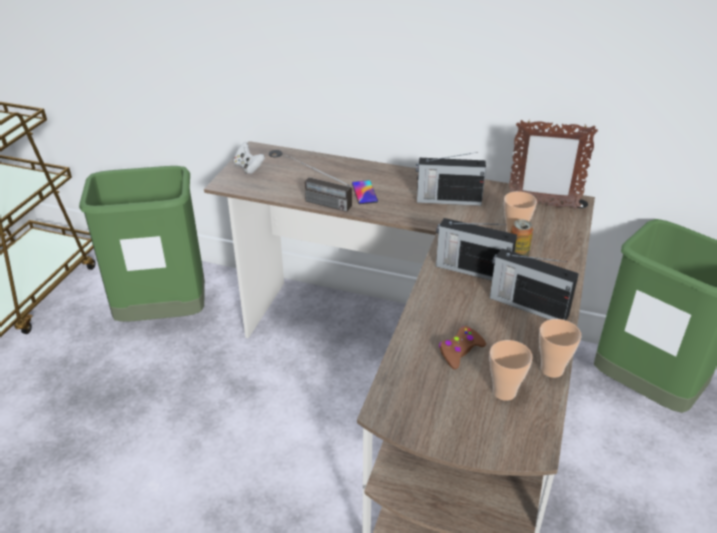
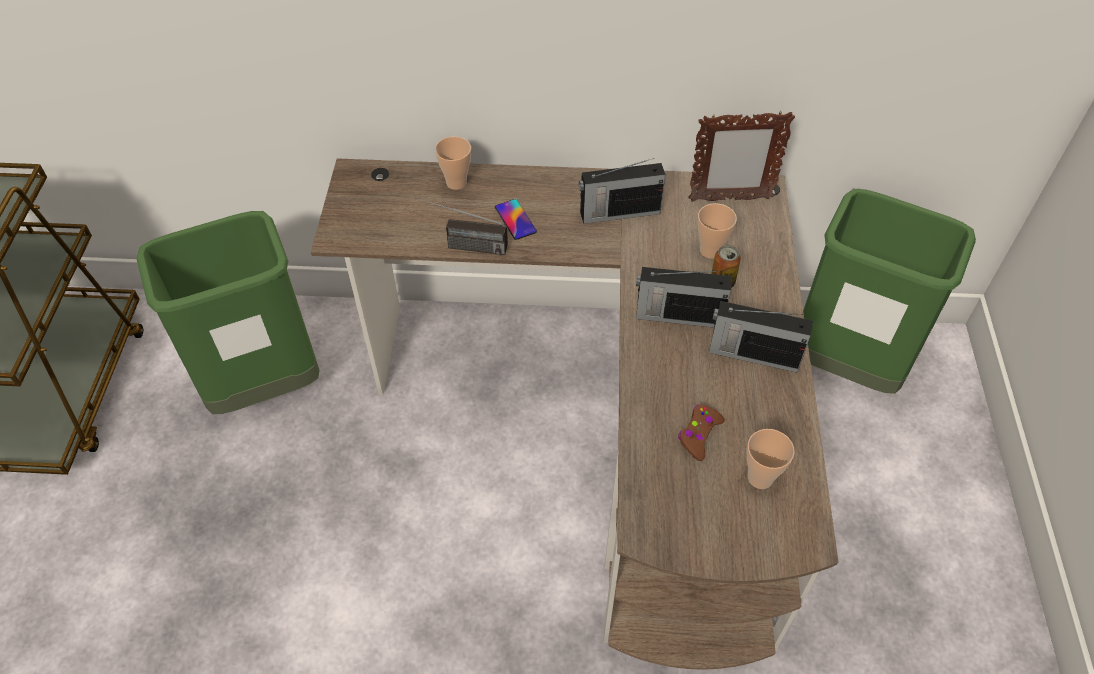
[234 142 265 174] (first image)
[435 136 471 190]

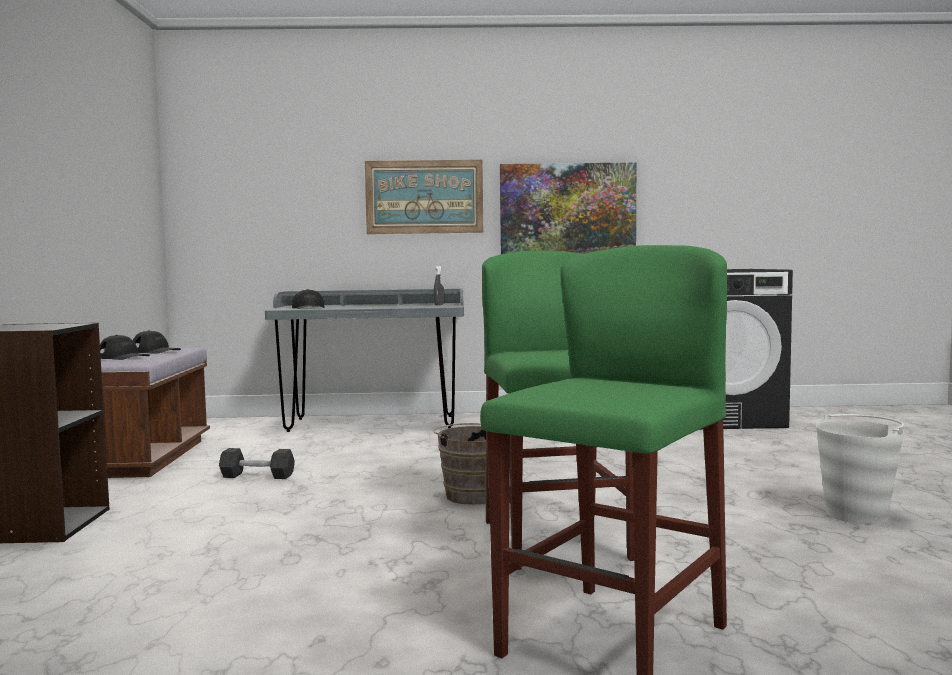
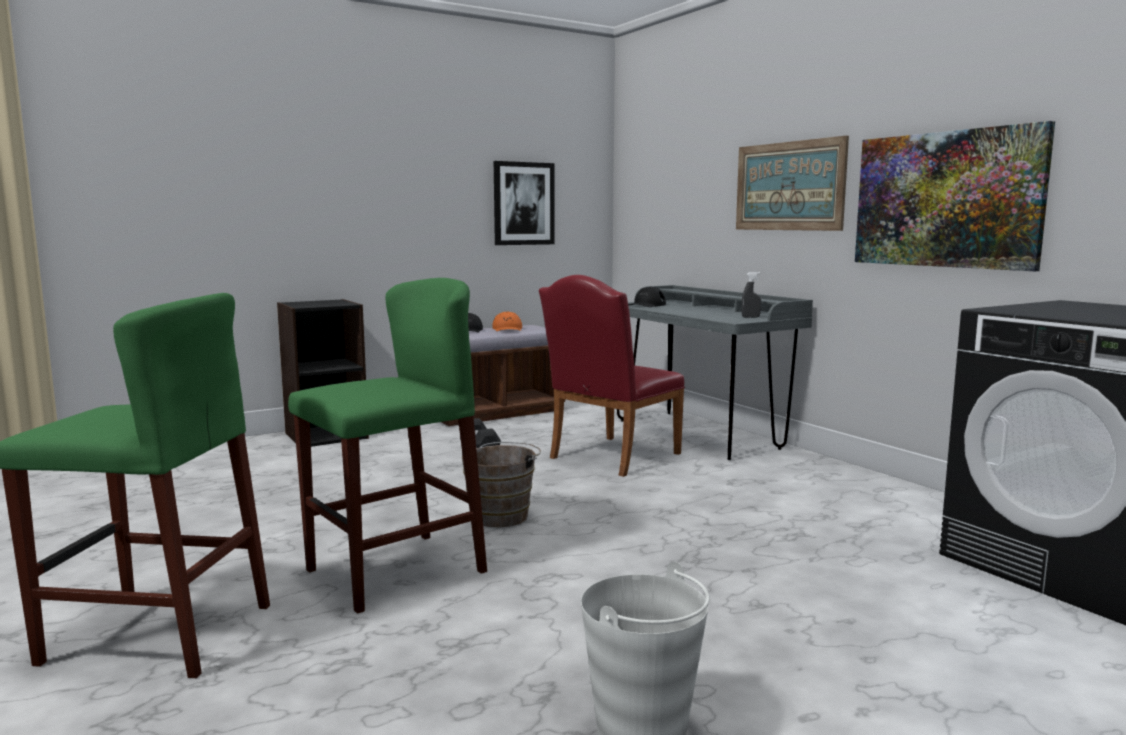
[494 161 555 245]
[539 275 685 477]
[492 311 522 331]

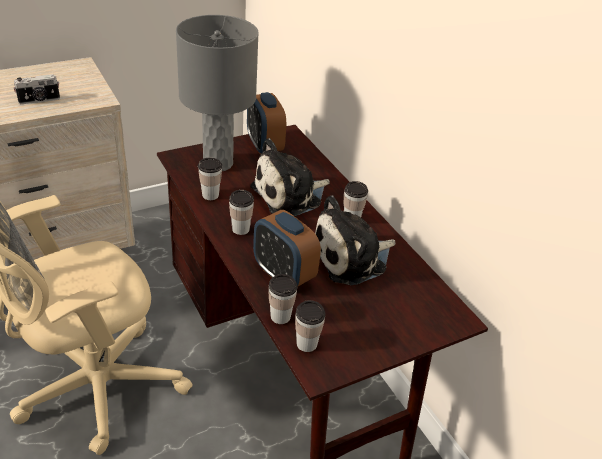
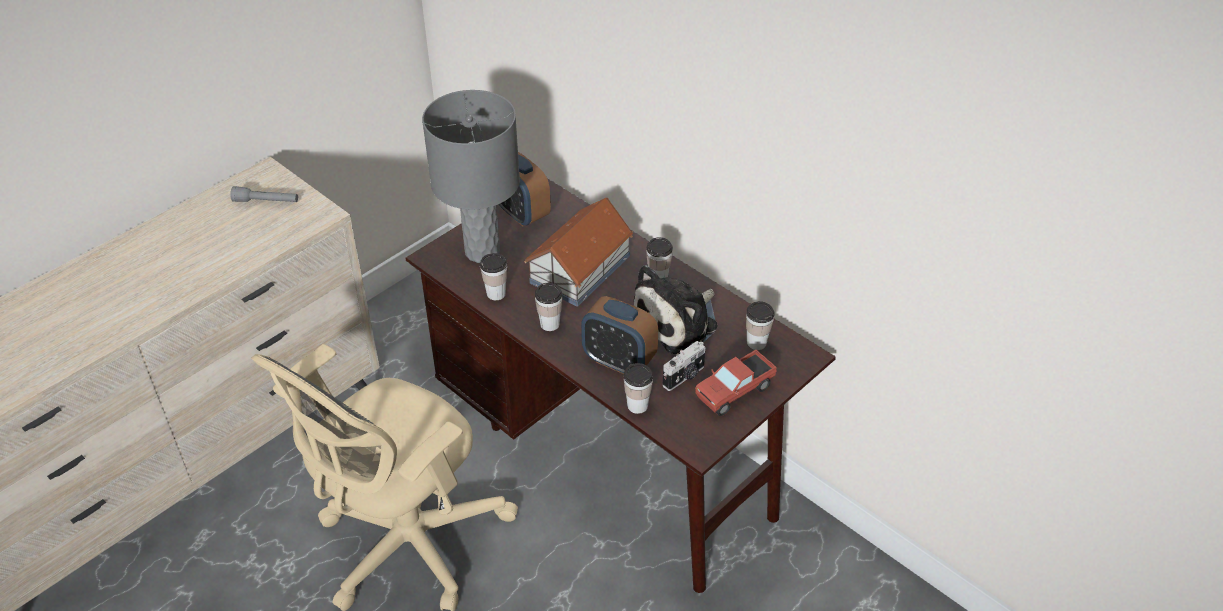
[230 186 298 202]
[695 350 777 416]
[663 341 705 391]
[746 301 775 350]
[524 198 634 307]

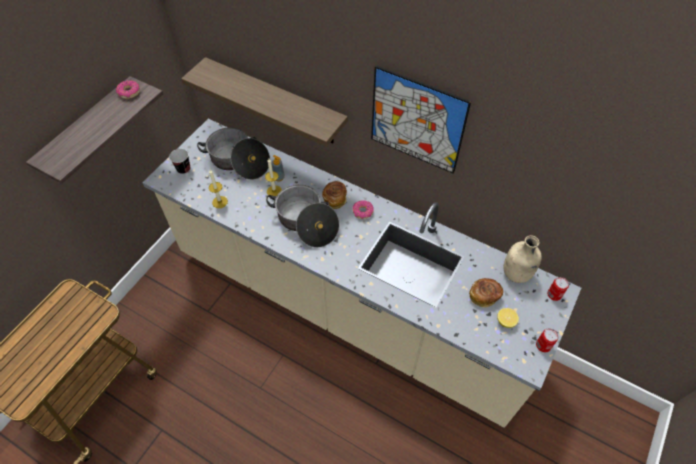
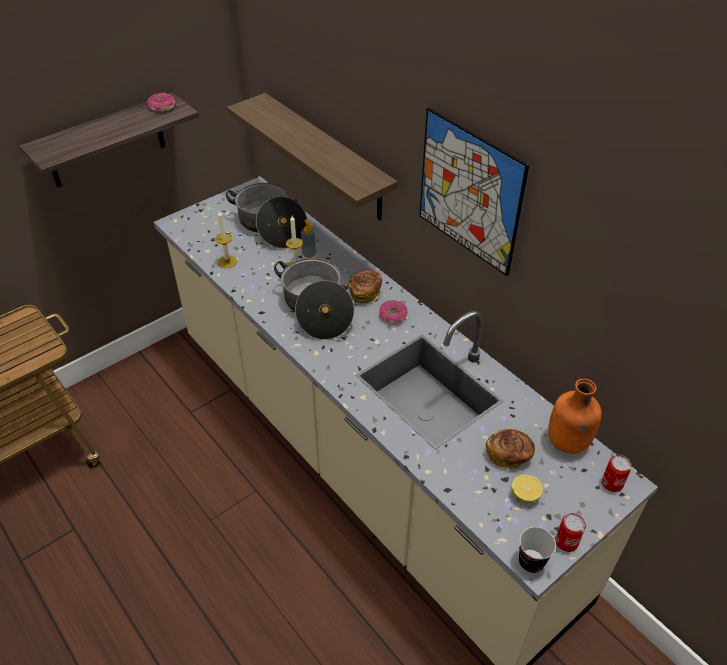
[519 527 556 573]
[548 379 602 454]

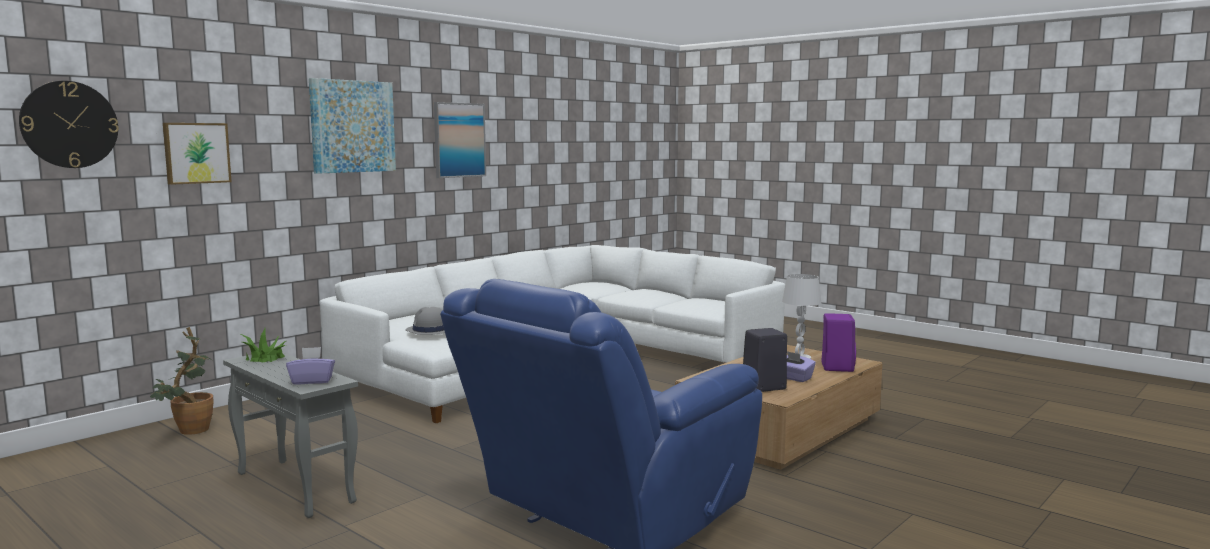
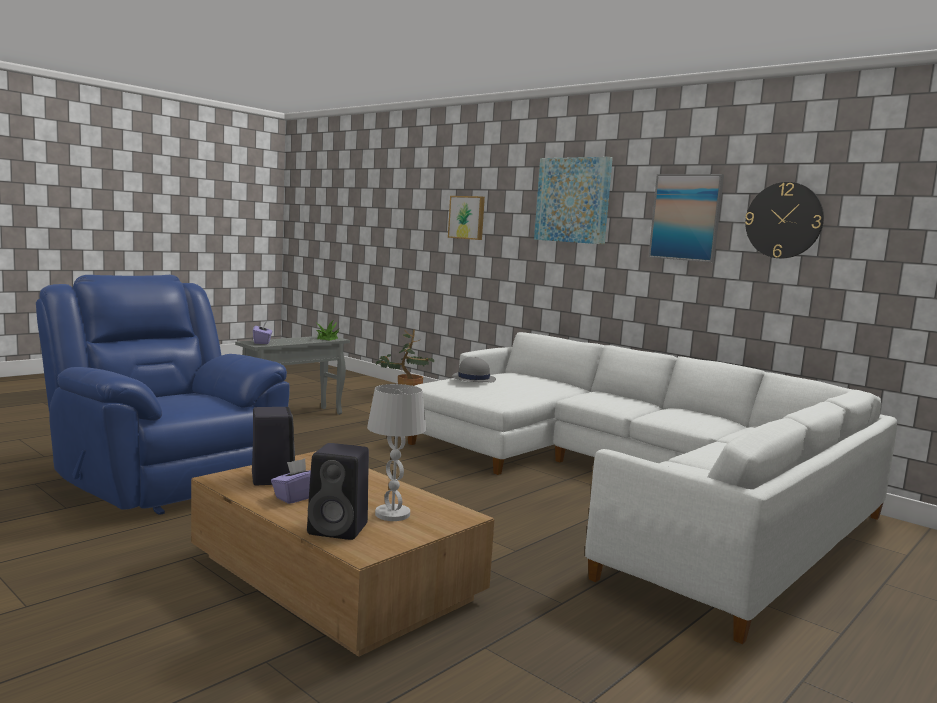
[745 182 824 258]
[307 443 369 540]

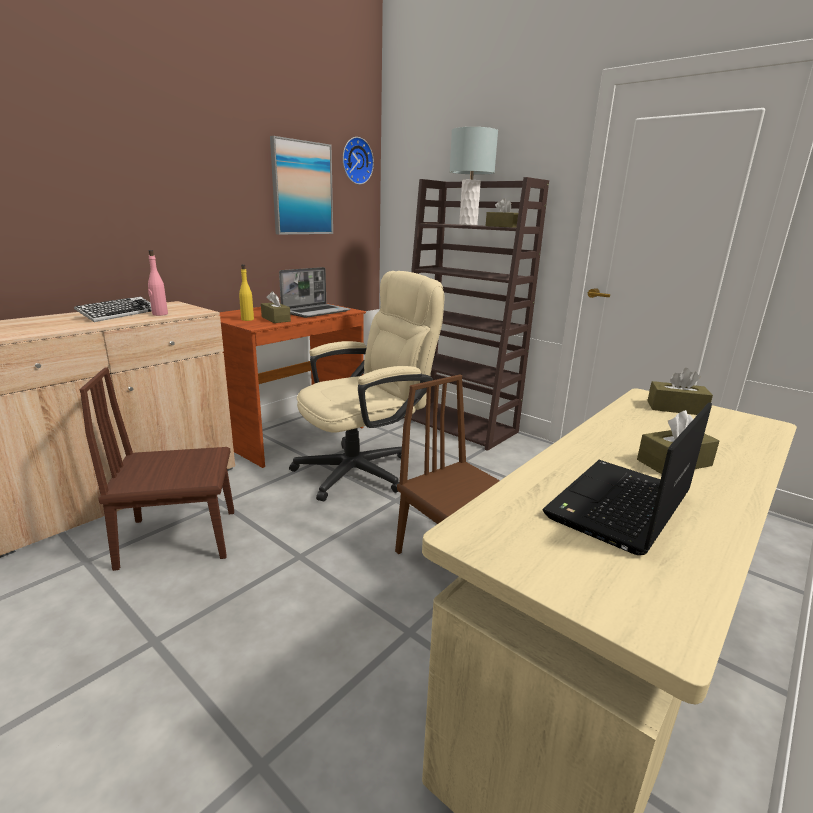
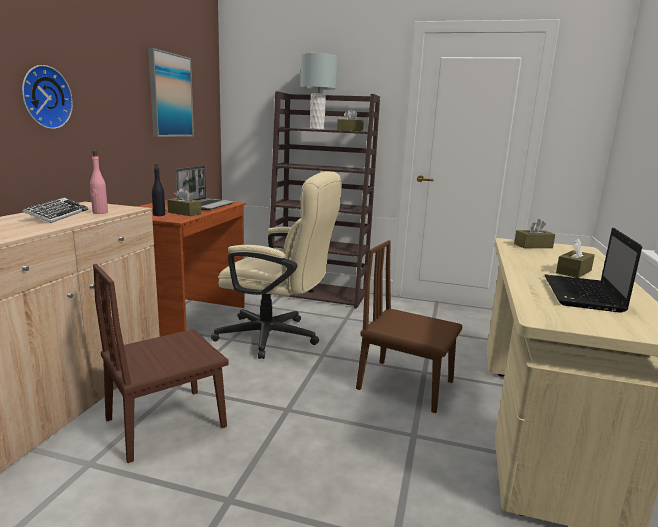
[22 65 73 129]
[152 164 165 216]
[211 171 342 359]

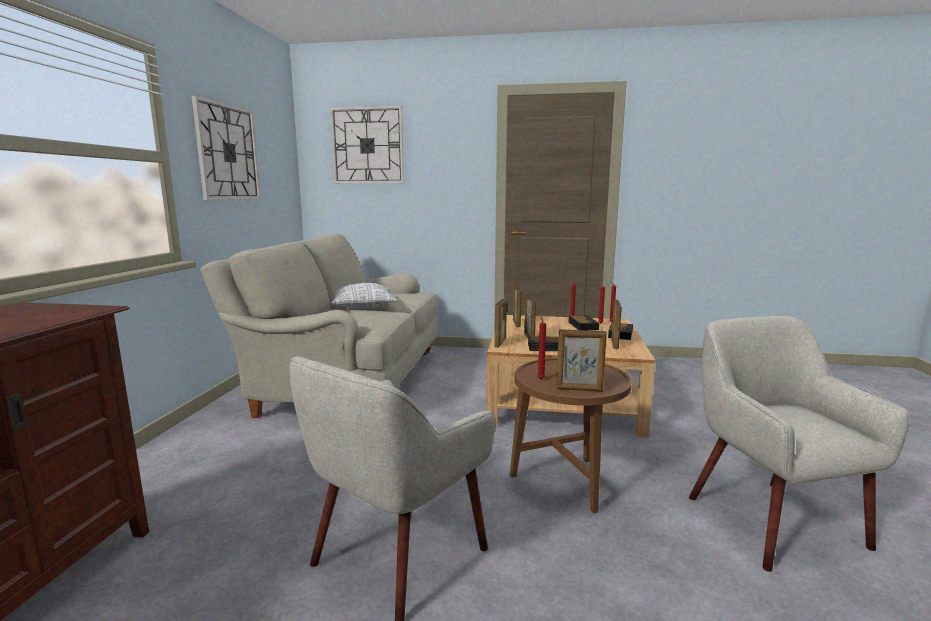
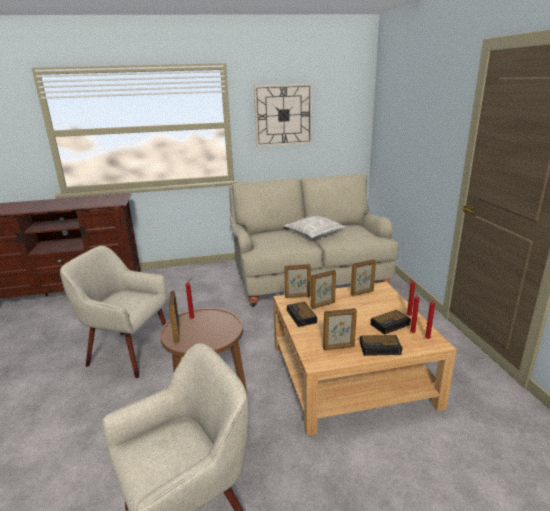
[330 106 404 184] (first image)

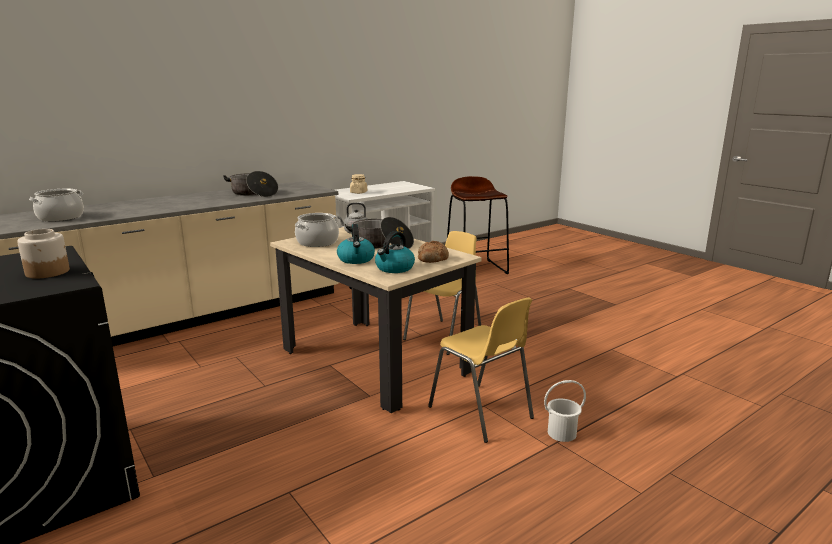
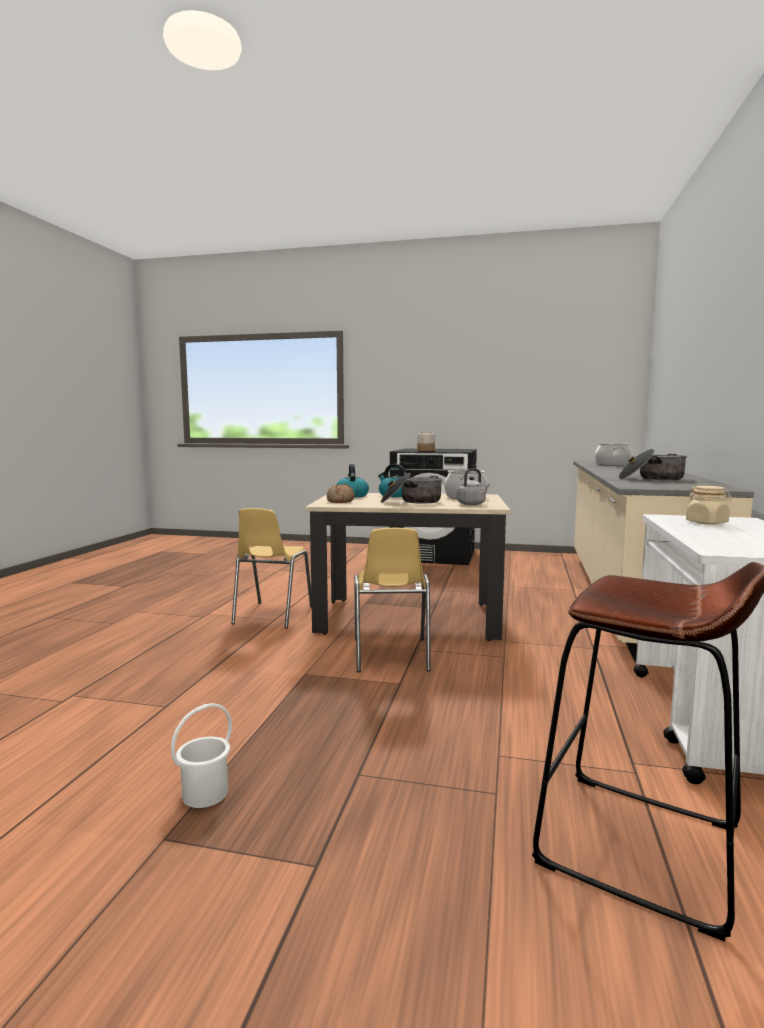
[171 703 232 808]
[231 508 312 628]

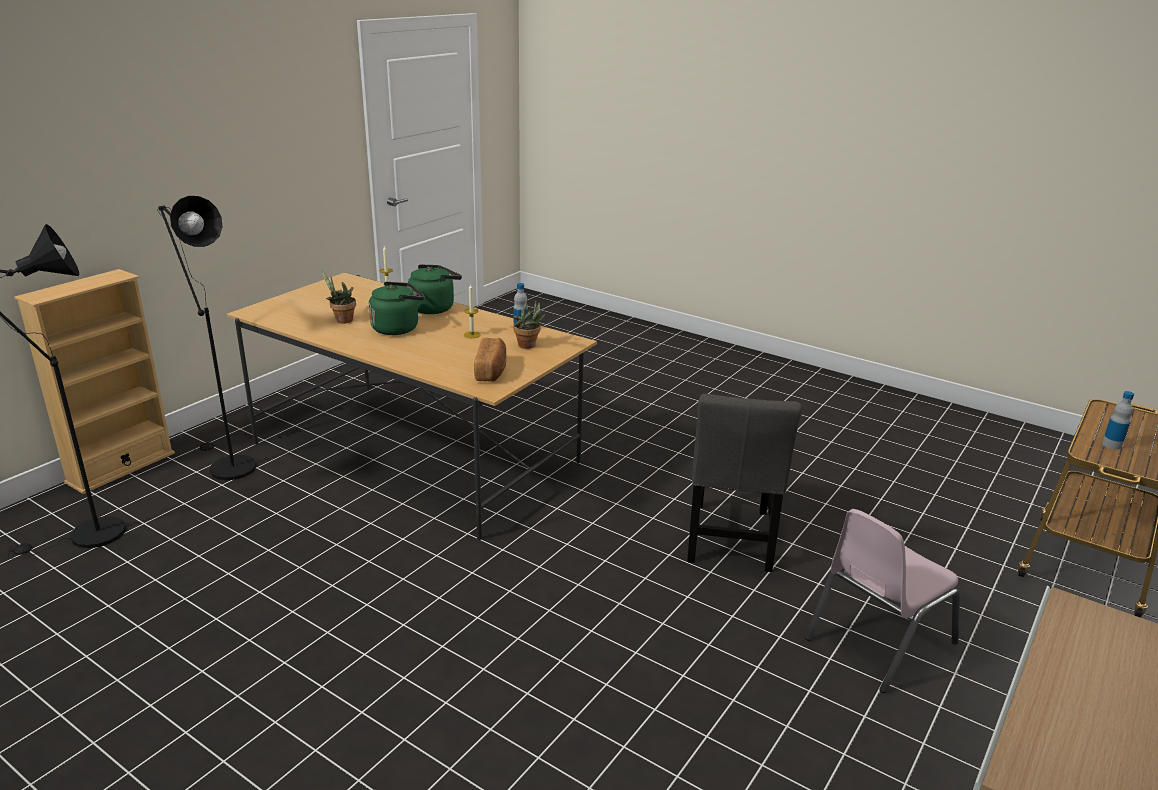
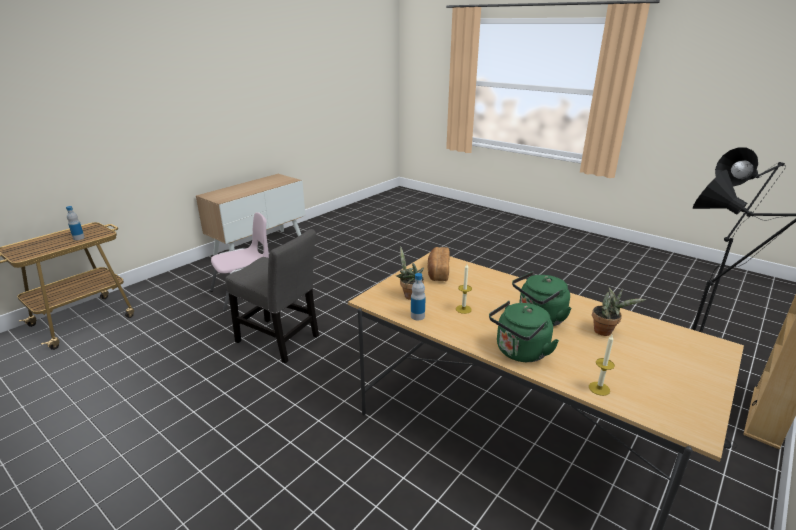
[225 229 319 363]

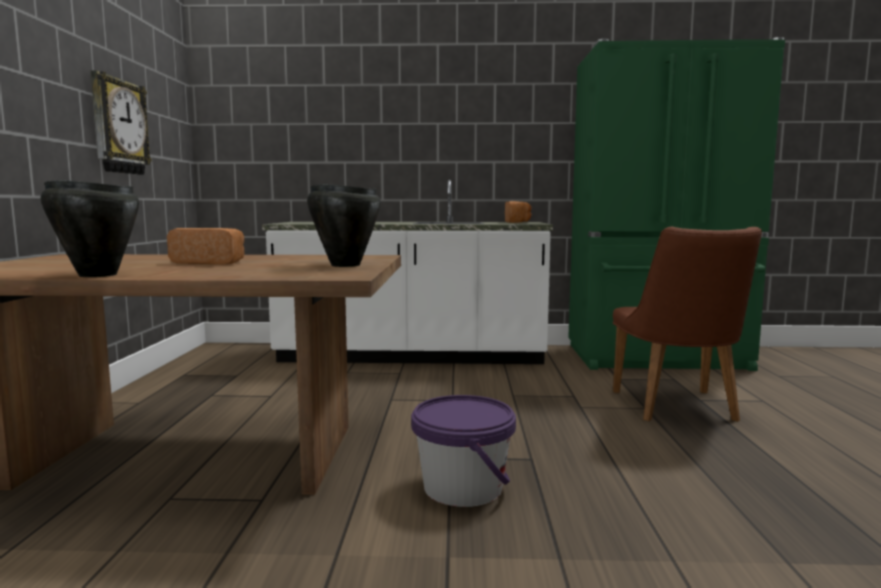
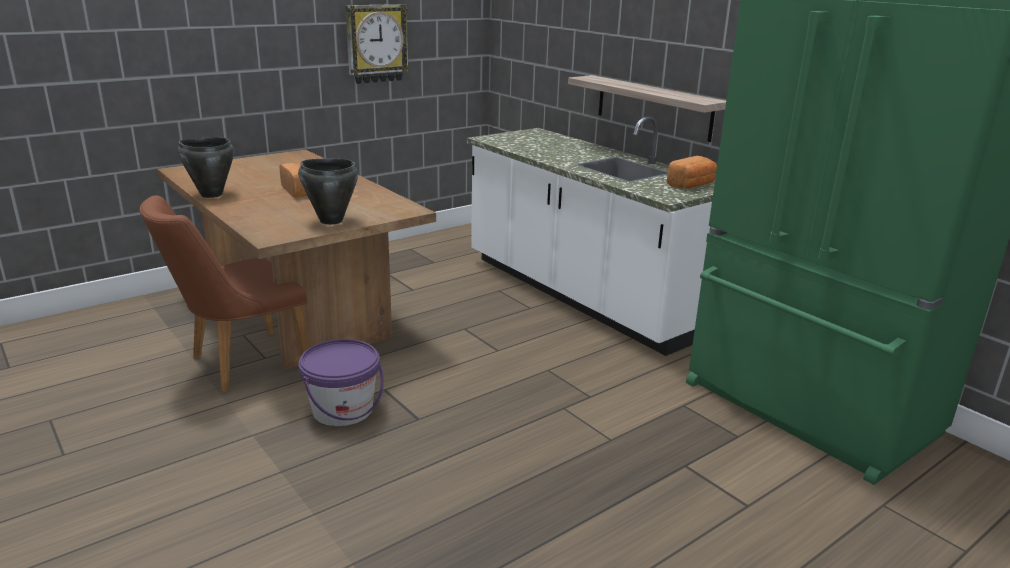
[568 75 726 142]
[140 195 308 392]

